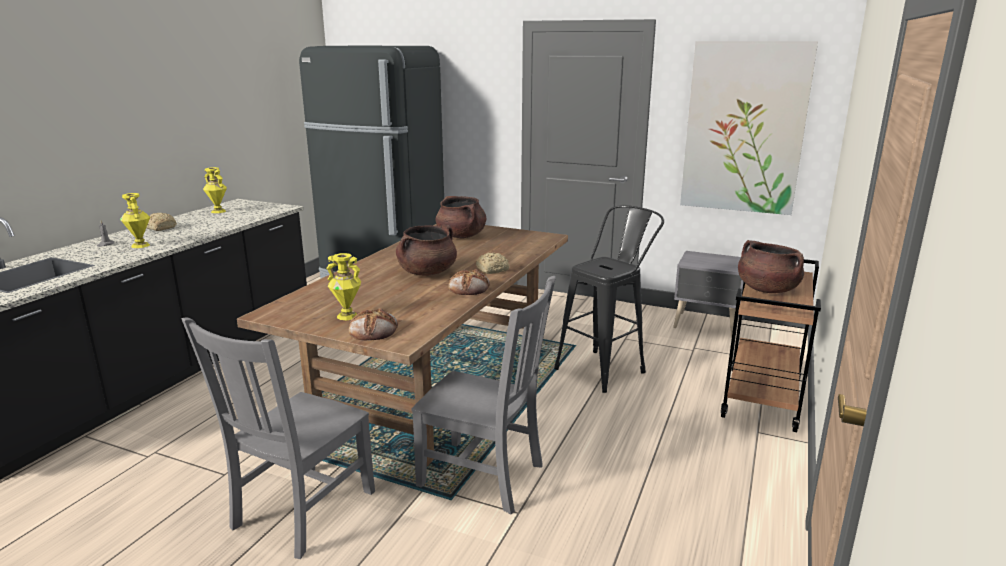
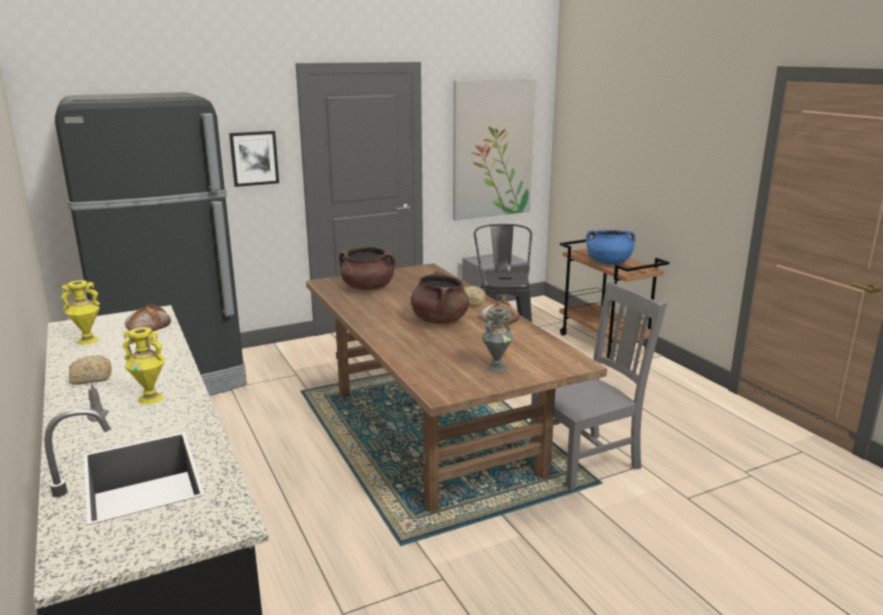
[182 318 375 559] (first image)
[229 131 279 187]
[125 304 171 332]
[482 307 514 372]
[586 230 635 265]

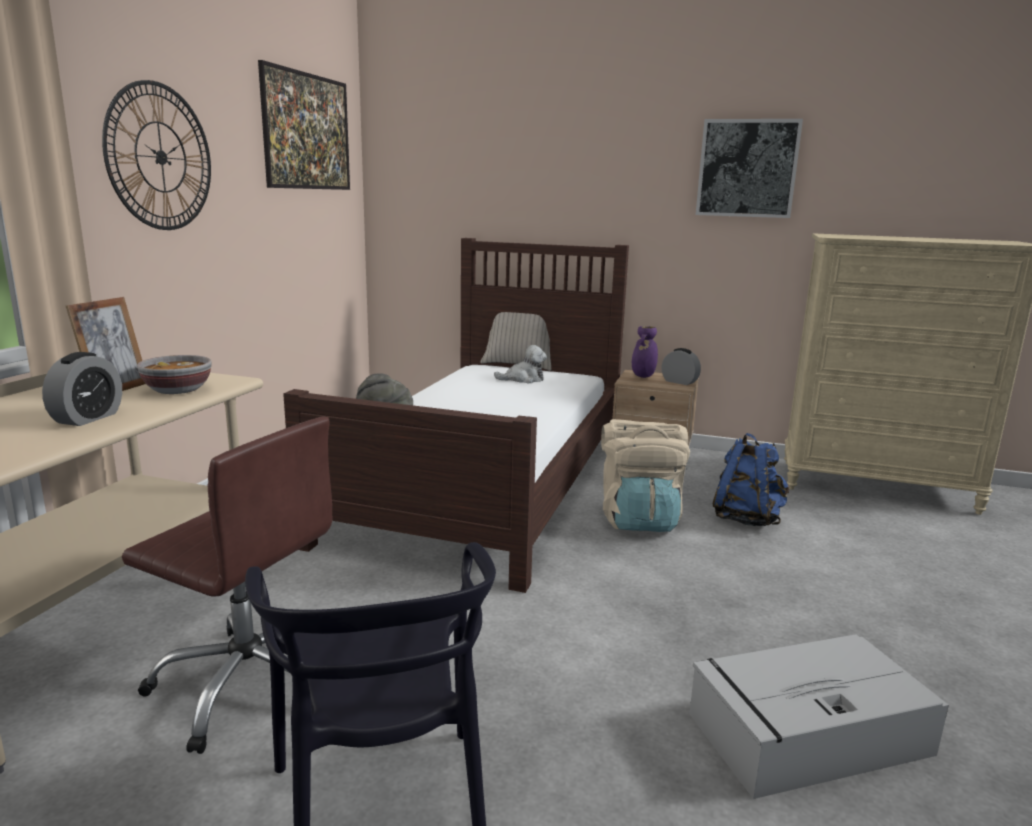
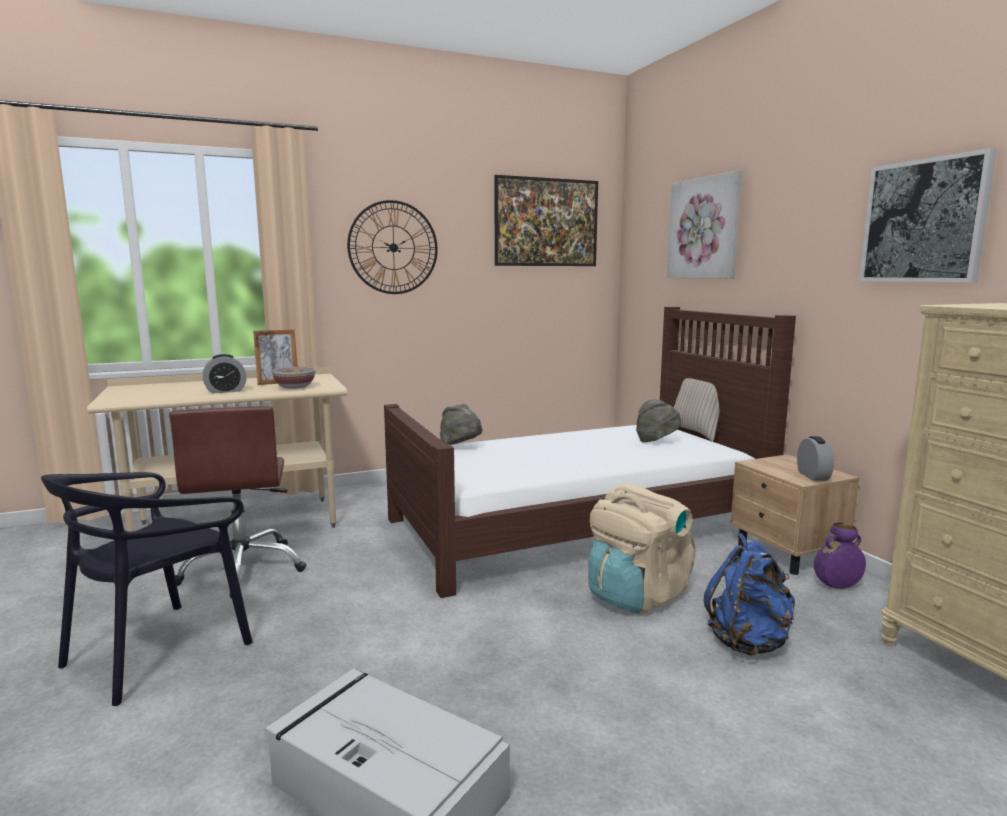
[667 170 742 279]
[814 523 866 589]
[636 400 682 442]

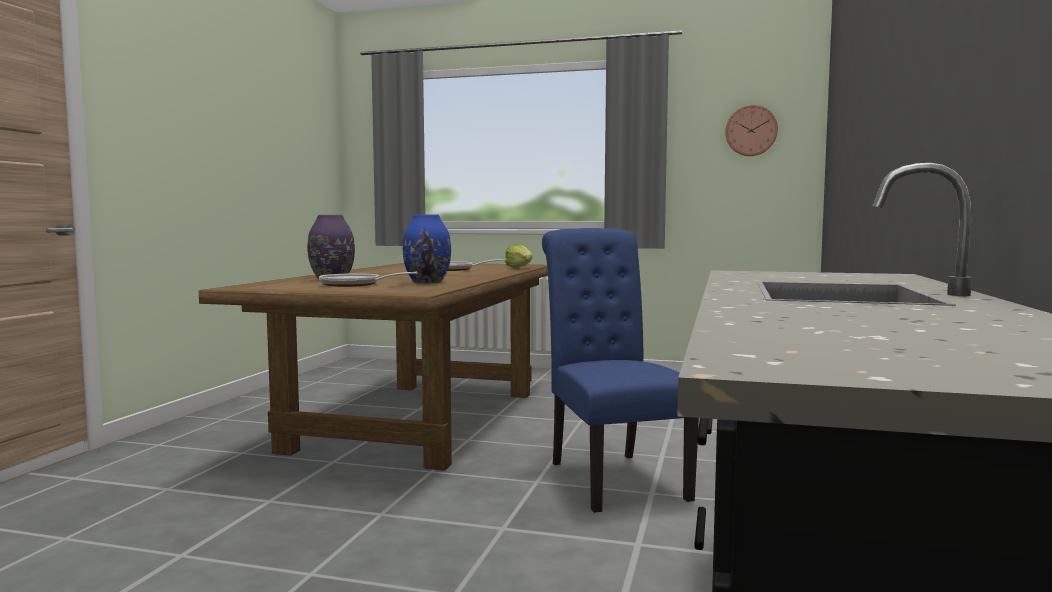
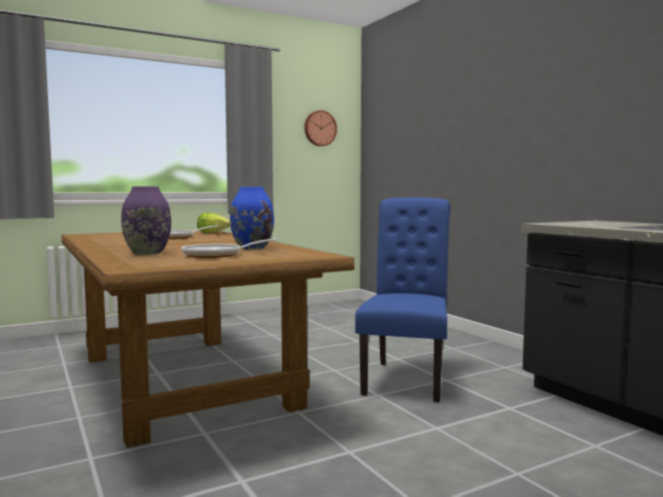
[355 197 450 403]

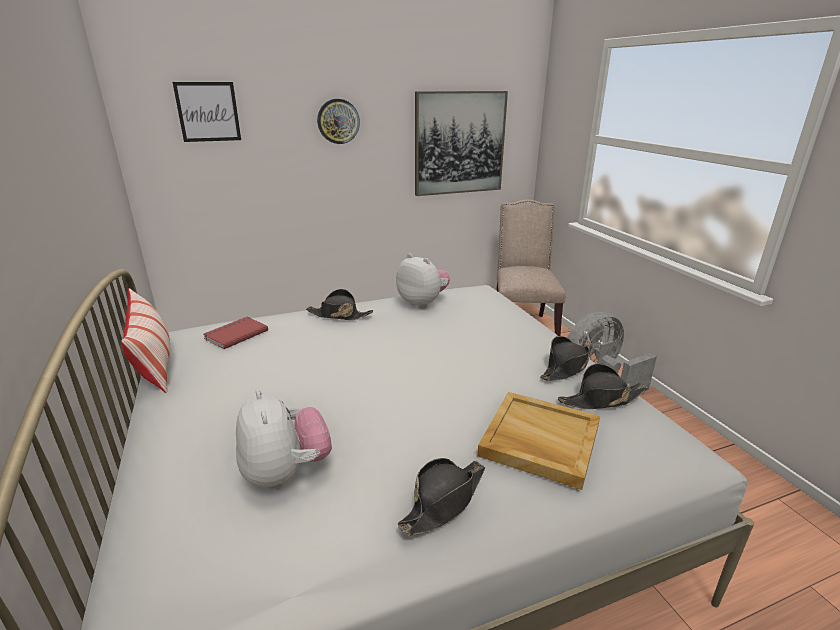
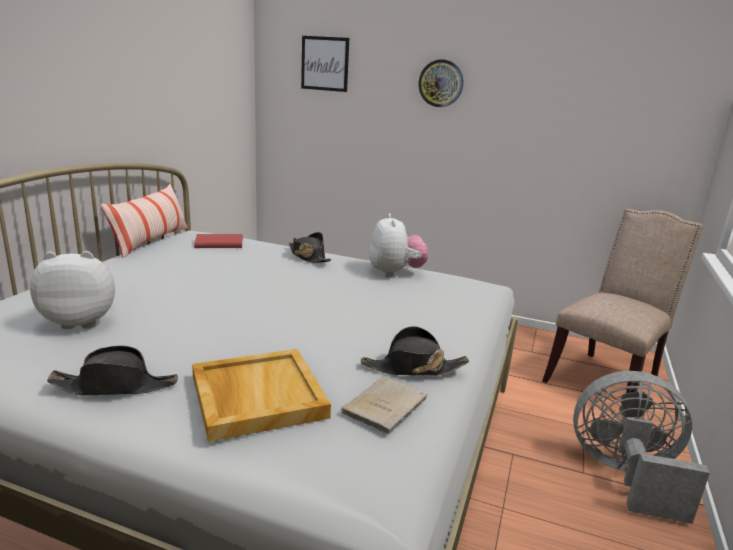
[415 91 508 196] (first image)
[341 376 427 434]
[30 251 115 329]

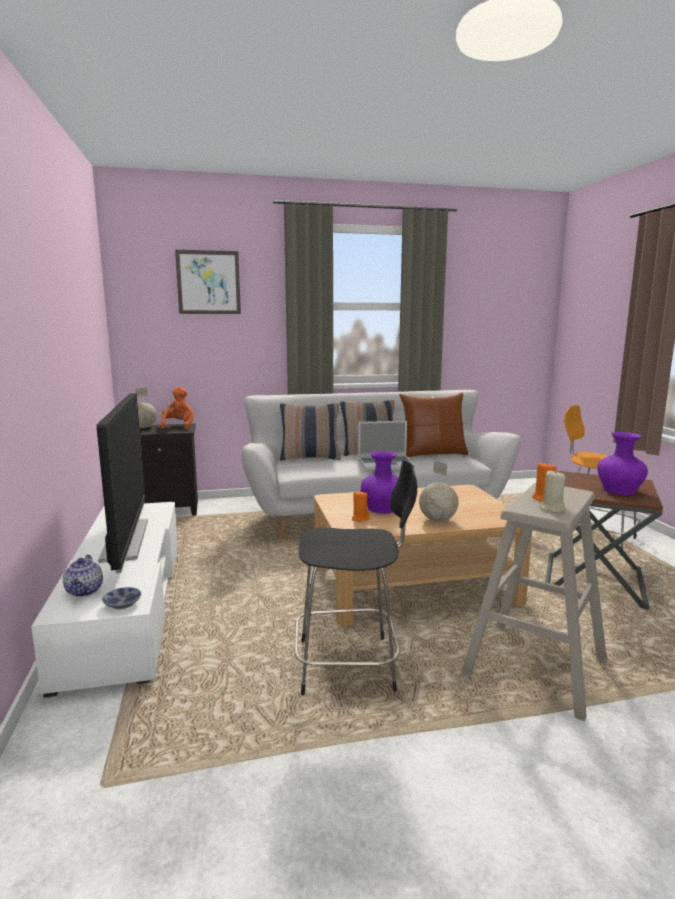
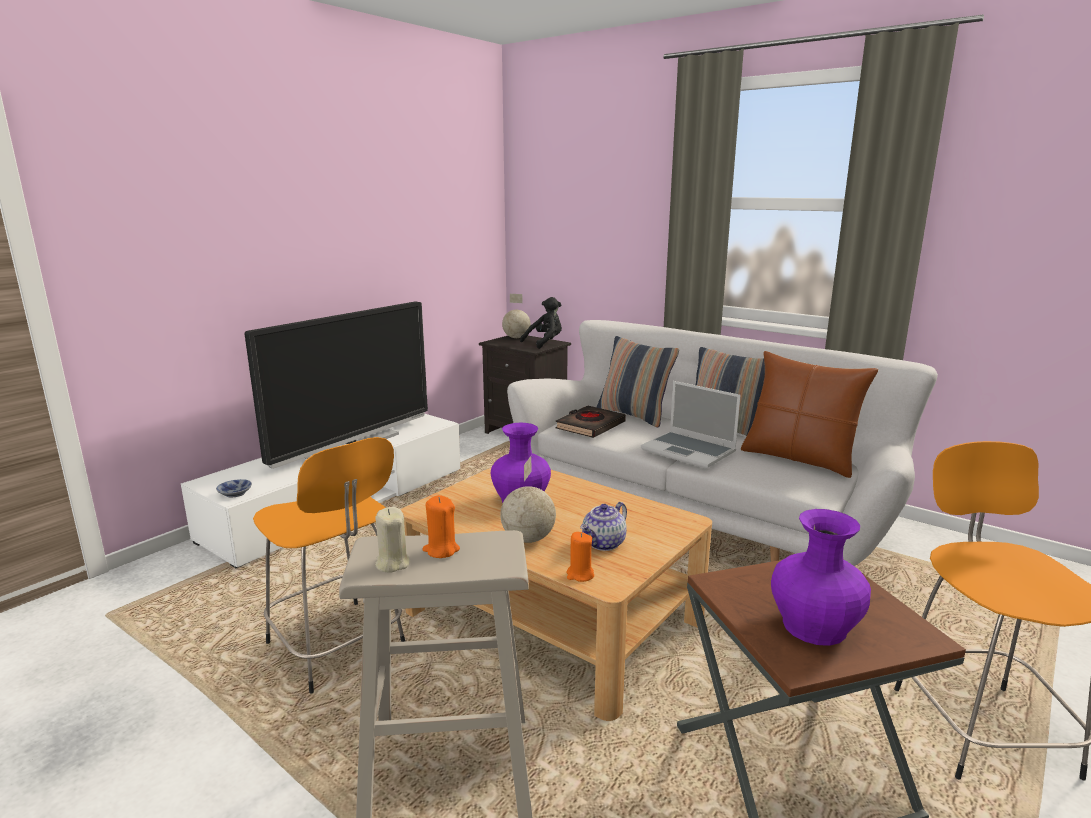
[175 250 241 314] (first image)
[555 406 626 438]
[580 502 627 551]
[566 532 594 582]
[520 297 562 349]
[253 437 405 694]

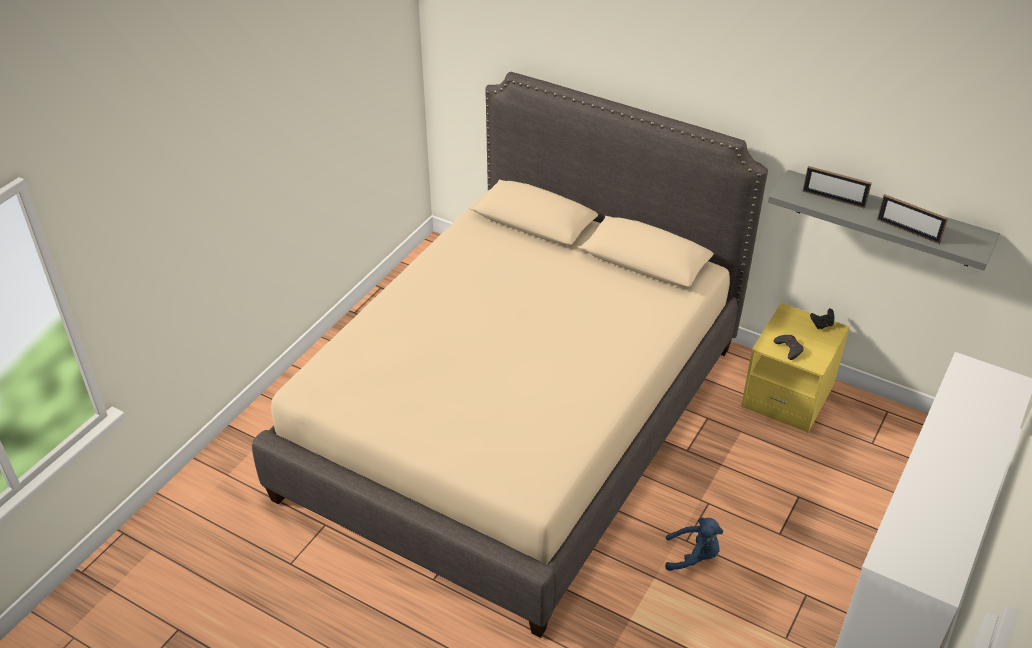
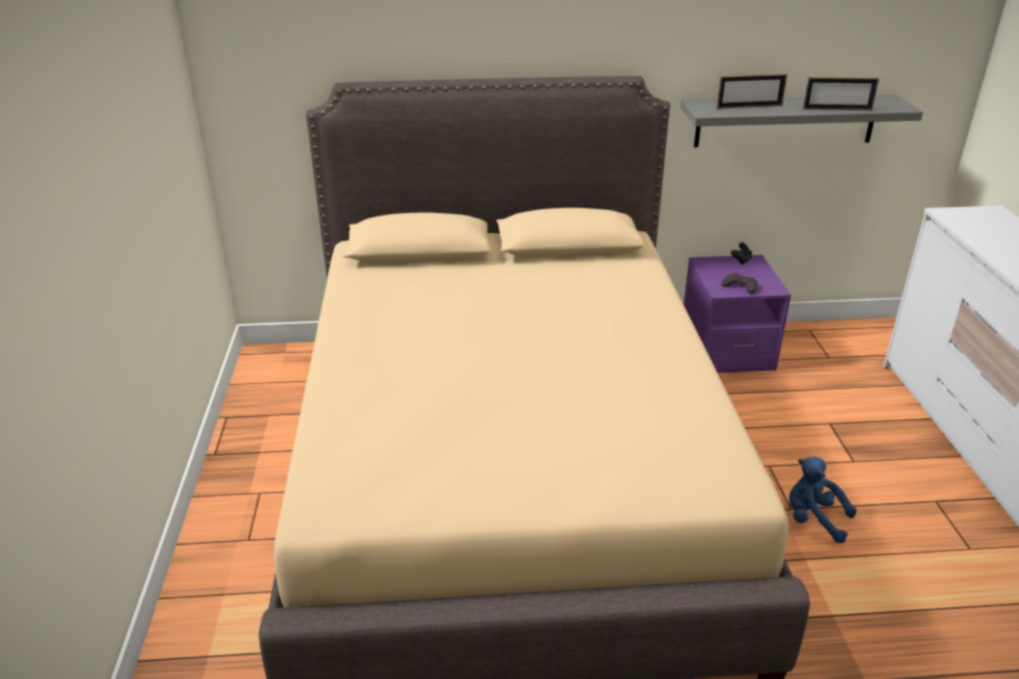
[684 255 791 373]
[789 456 857 543]

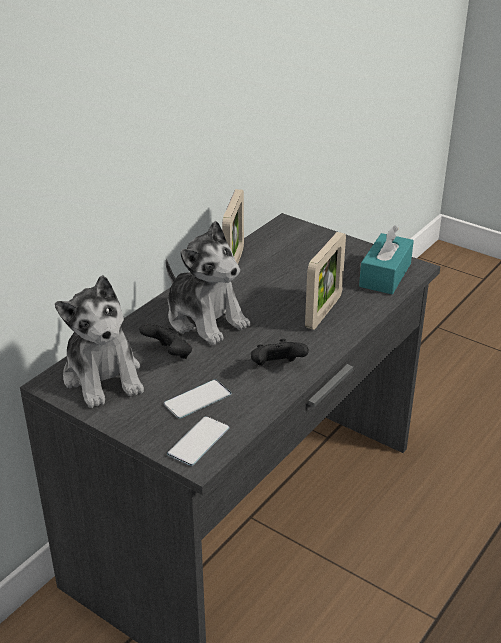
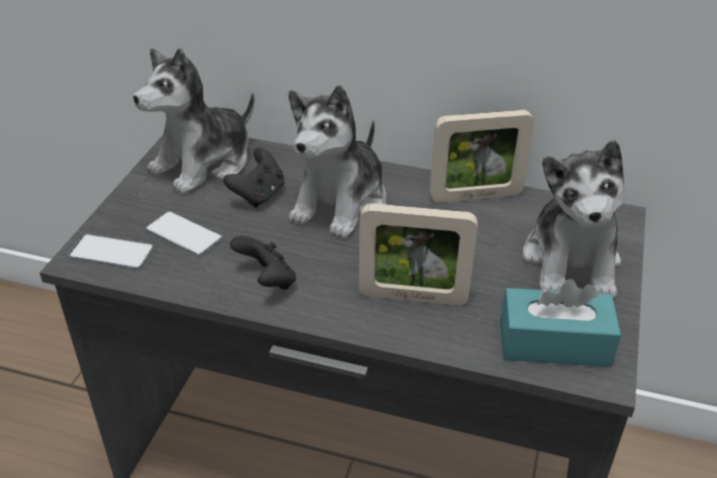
[523 140 624 299]

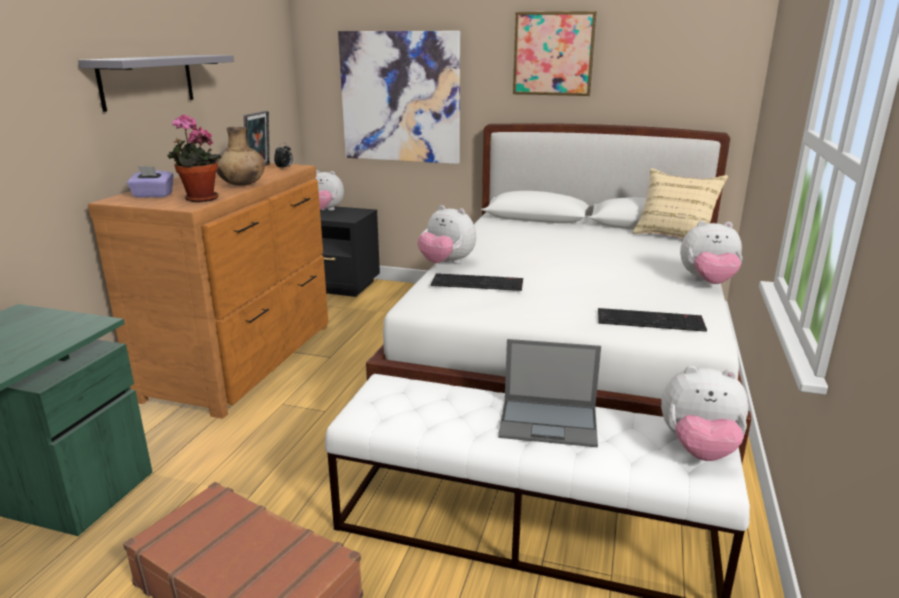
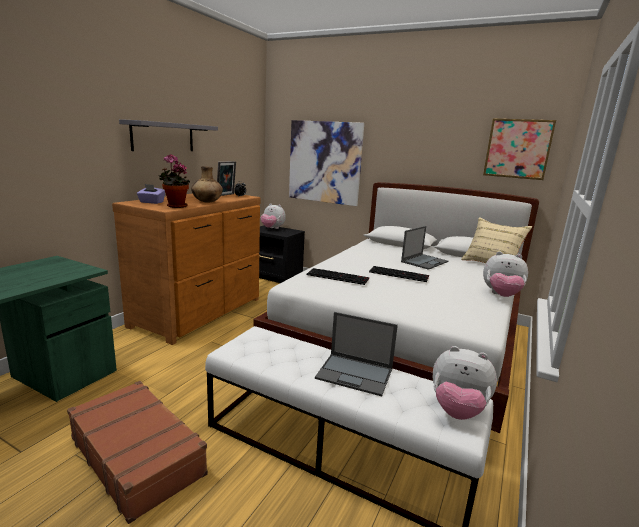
[418 205 476 264] (first image)
[401 226 448 270]
[483 118 556 180]
[369 266 429 282]

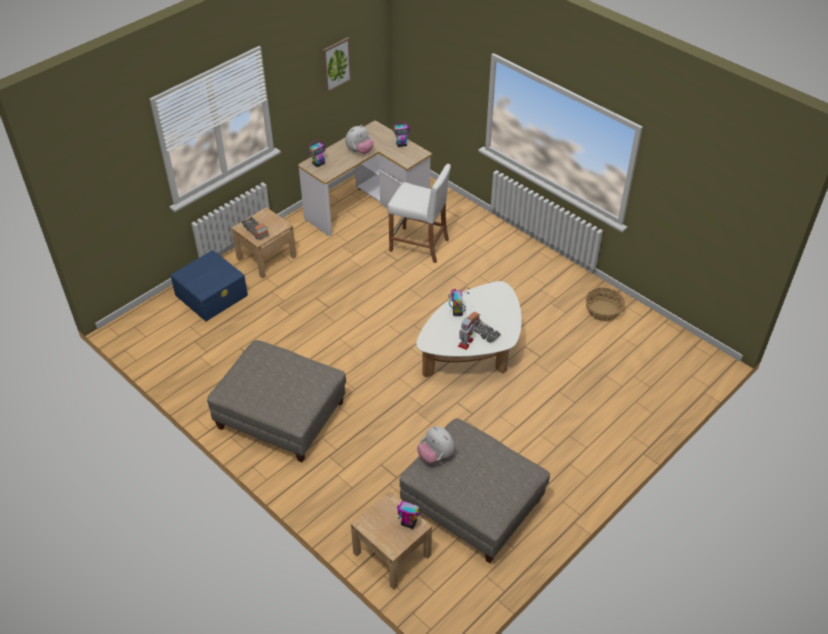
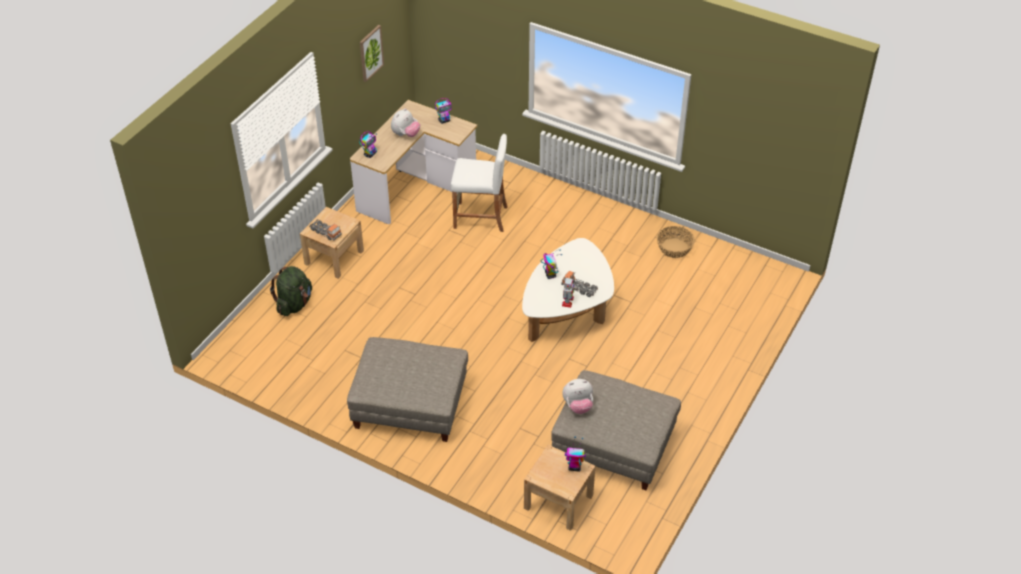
[270 266 312 316]
[562 379 593 414]

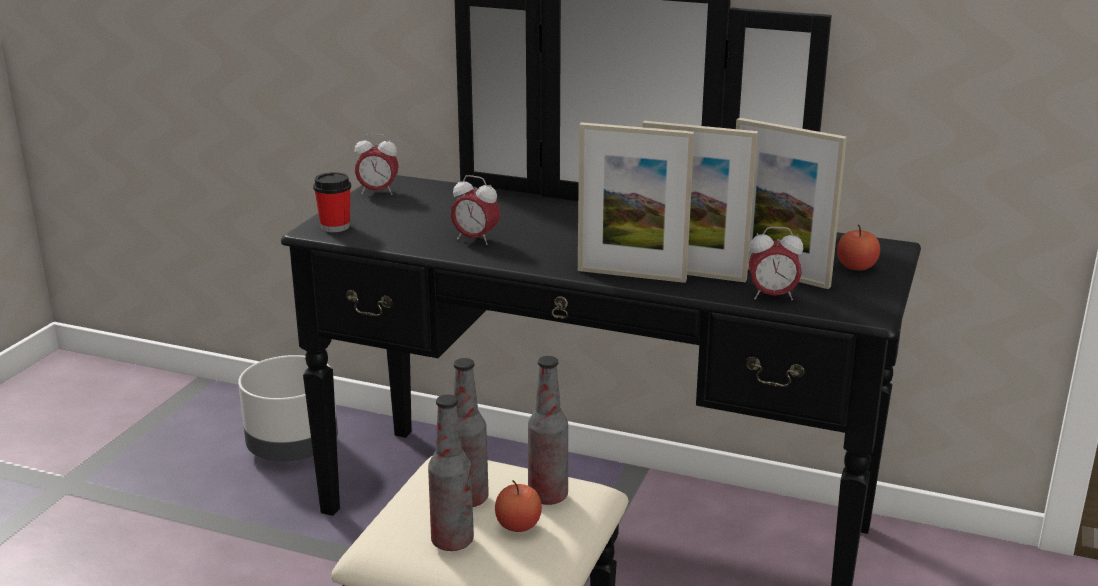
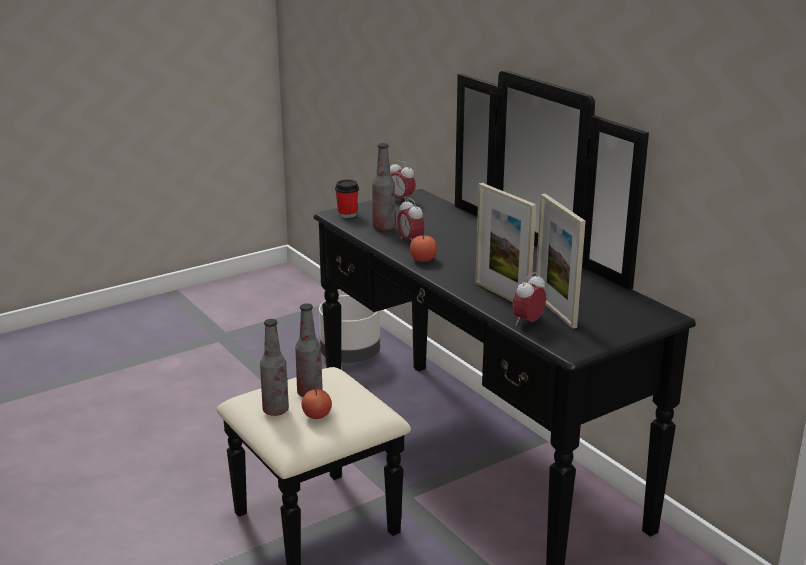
[578 122 694 283] (first image)
[372 143 395 231]
[410 231 437 262]
[512 272 546 325]

